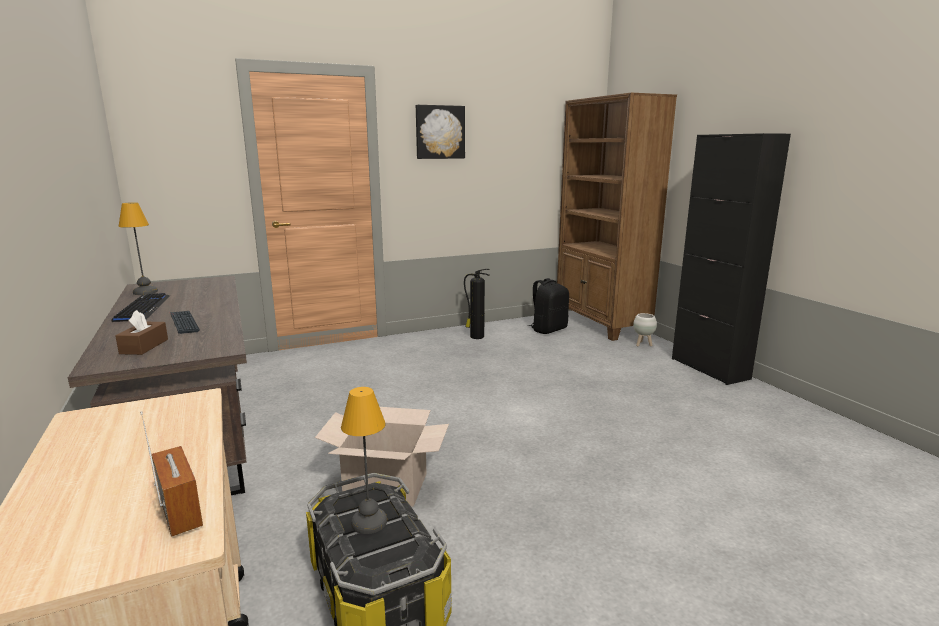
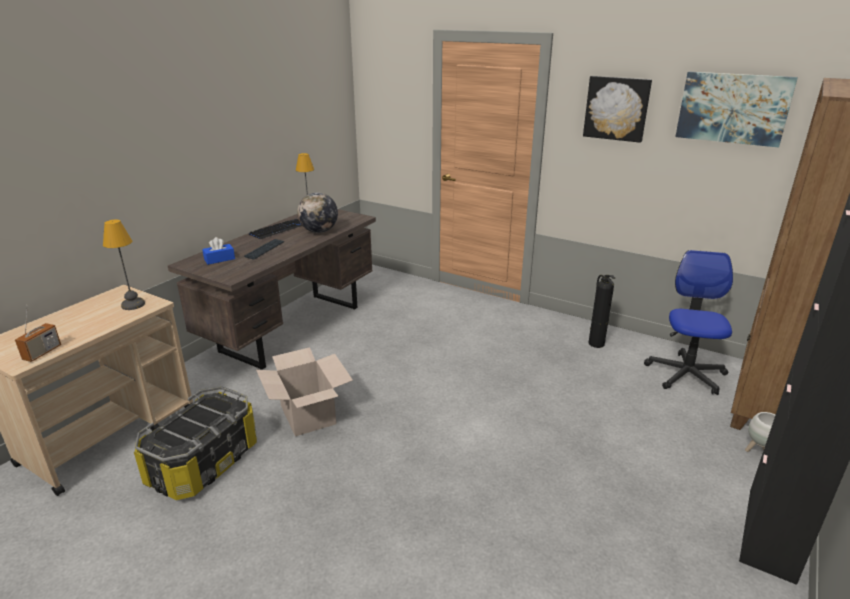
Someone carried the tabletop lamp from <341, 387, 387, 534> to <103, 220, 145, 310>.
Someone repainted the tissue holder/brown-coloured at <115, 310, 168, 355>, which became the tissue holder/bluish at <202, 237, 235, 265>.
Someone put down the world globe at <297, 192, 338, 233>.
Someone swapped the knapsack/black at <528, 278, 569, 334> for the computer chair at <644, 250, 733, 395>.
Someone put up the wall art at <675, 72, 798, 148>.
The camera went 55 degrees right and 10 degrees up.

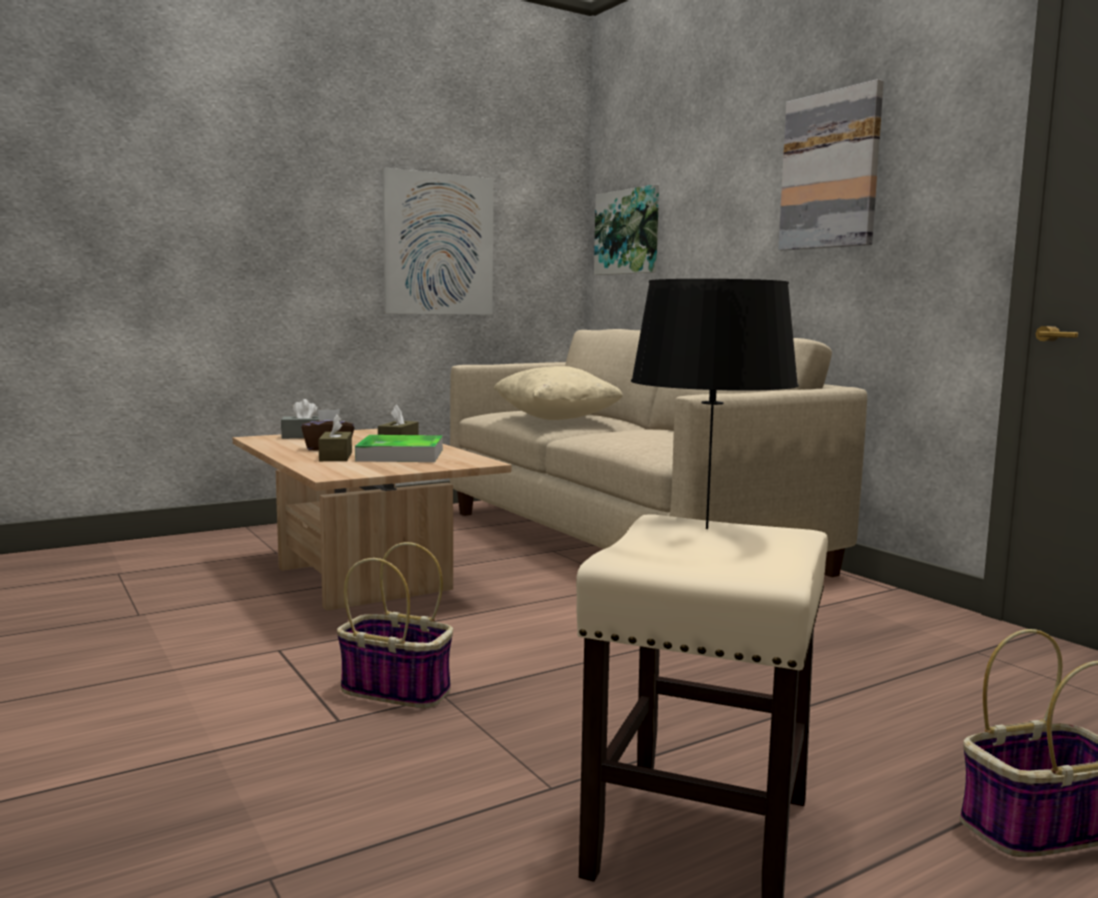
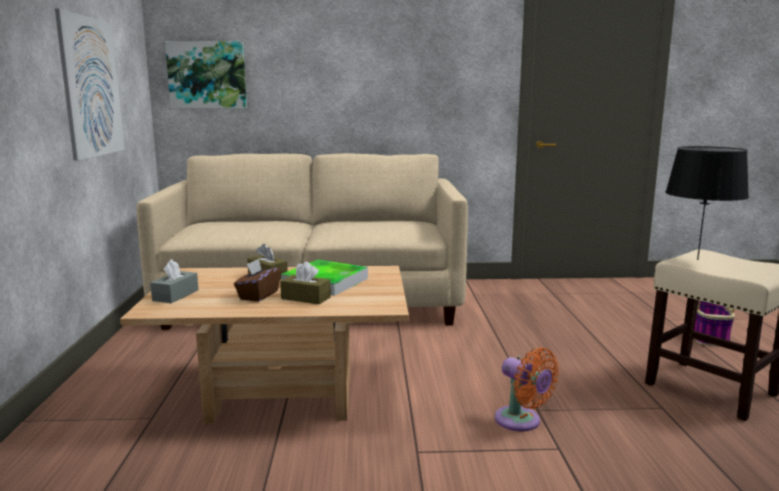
Someone swapped the storage basket at <337, 542, 453, 708> for the electric fan/orange-coloured at <495, 347, 559, 431>.
Someone took away the cushion/beige at <494, 366, 623, 420>.
Someone took away the wall art at <778, 79, 884, 251>.
The camera went 60 degrees left and 5 degrees up.

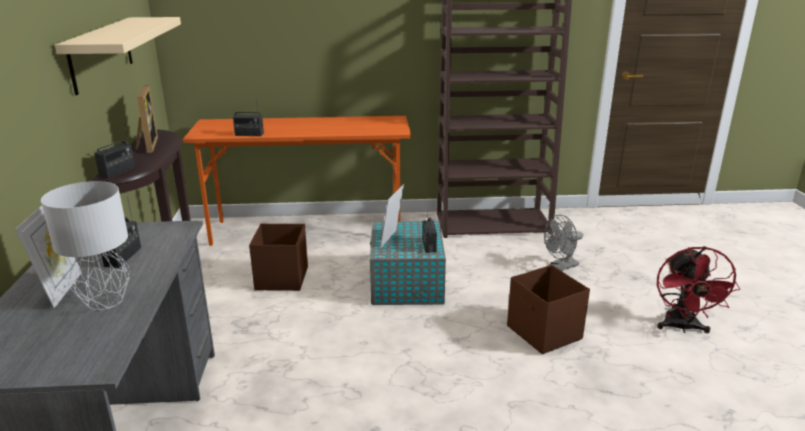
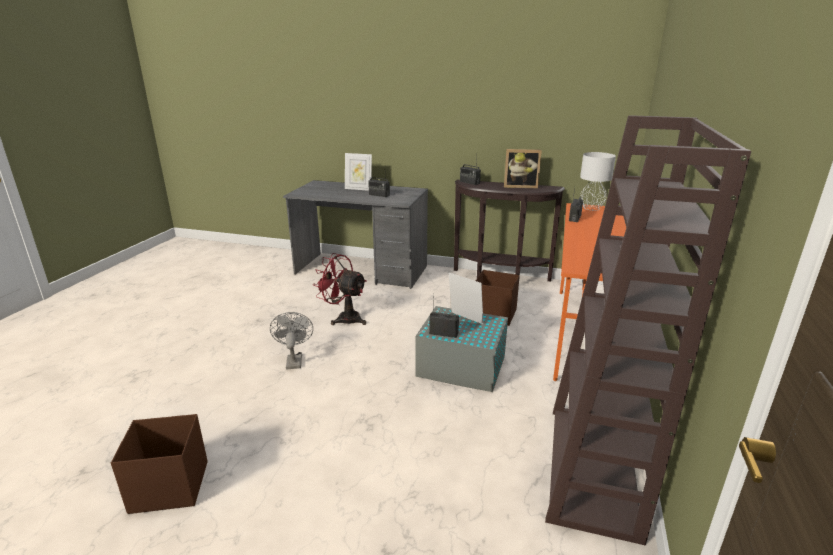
Someone carried the storage box/brown-coloured from <507, 265, 590, 354> to <111, 414, 208, 514>.
Someone carried the electric fan/greyish from <544, 215, 583, 271> to <270, 312, 313, 369>.
Someone carried the electric fan/red-coloured from <657, 246, 740, 333> to <313, 253, 367, 325>.
Someone carried the tabletop lamp/greyish from <41, 181, 130, 310> to <580, 152, 616, 211>.
Someone took away the wall shelf/beige at <55, 17, 181, 95>.
The camera went 110 degrees right and 0 degrees up.

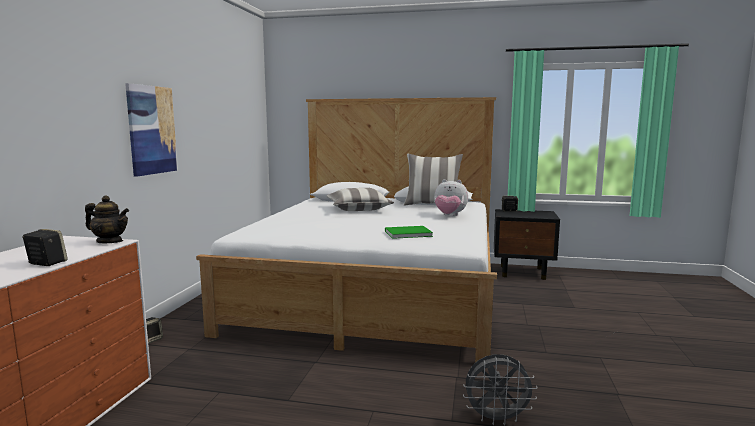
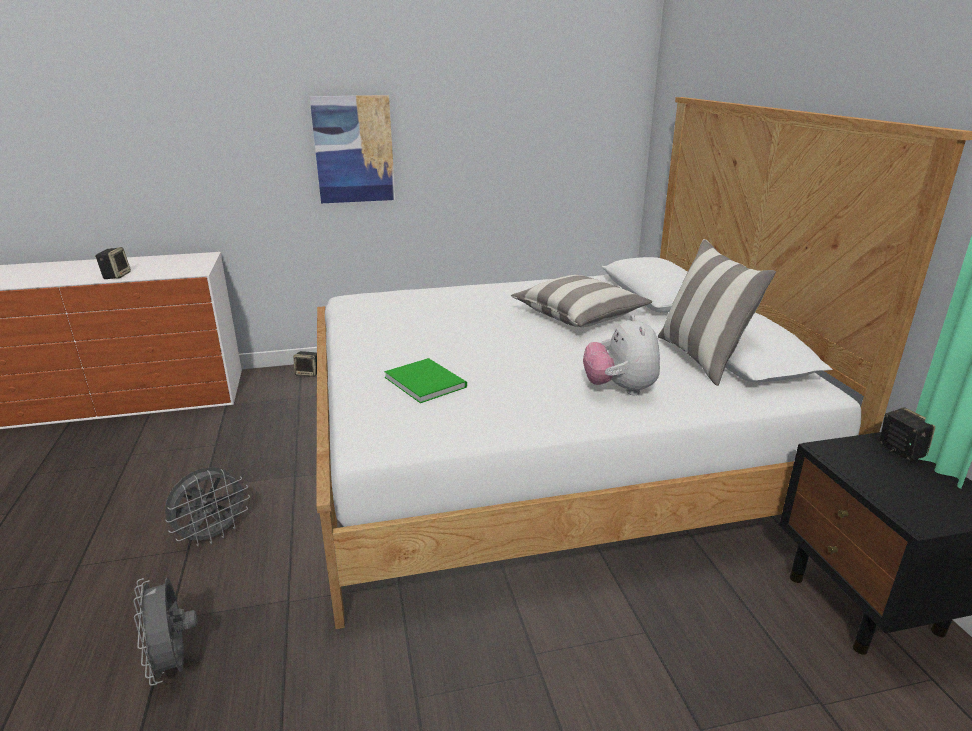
Someone put down the electric fan/greyish at <165, 467, 250, 547>.
Someone took away the teapot at <85, 195, 129, 243>.
The camera went 65 degrees right and 15 degrees up.

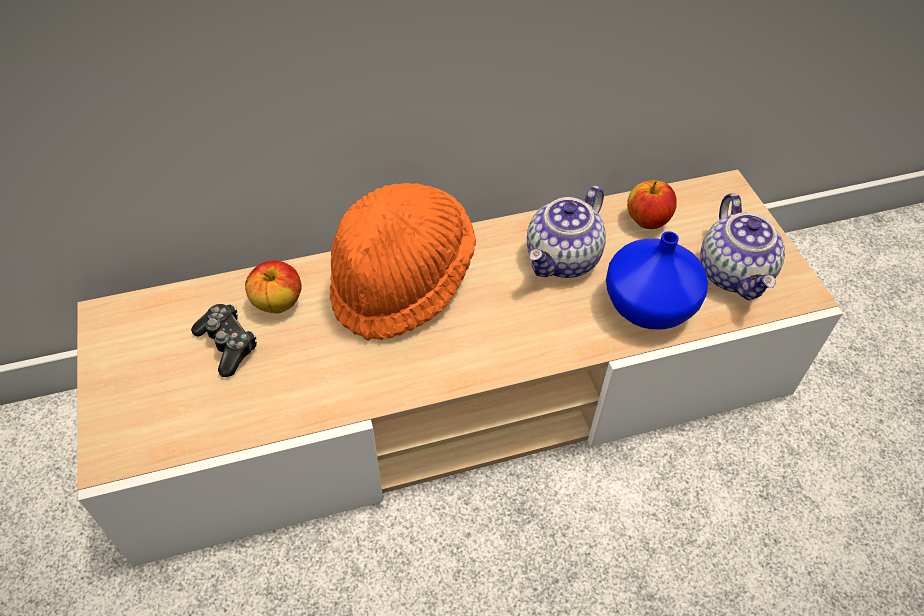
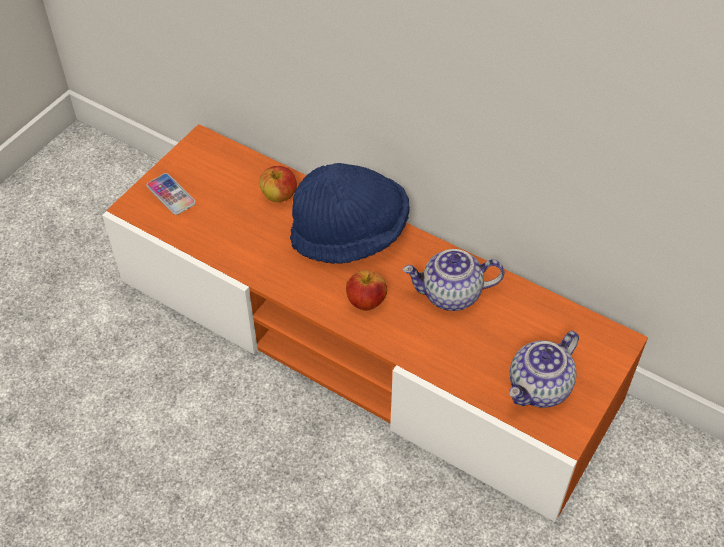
Someone repainted the tv unit/beige at <77, 170, 843, 567>, which became the tv unit/orange-coloured at <102, 124, 648, 522>.
Someone put down the handset at <146, 173, 196, 215>.
Someone repainted the hat/orange-coloured at <330, 183, 476, 341>, which became the hat/bluish at <290, 163, 410, 264>.
Someone carried the whole apple from <627, 180, 677, 229> to <346, 270, 387, 311>.
Someone took away the gamepad at <191, 304, 257, 377>.
Someone took away the flower vase/bluish at <606, 231, 708, 329>.
The camera went 50 degrees right and 0 degrees up.

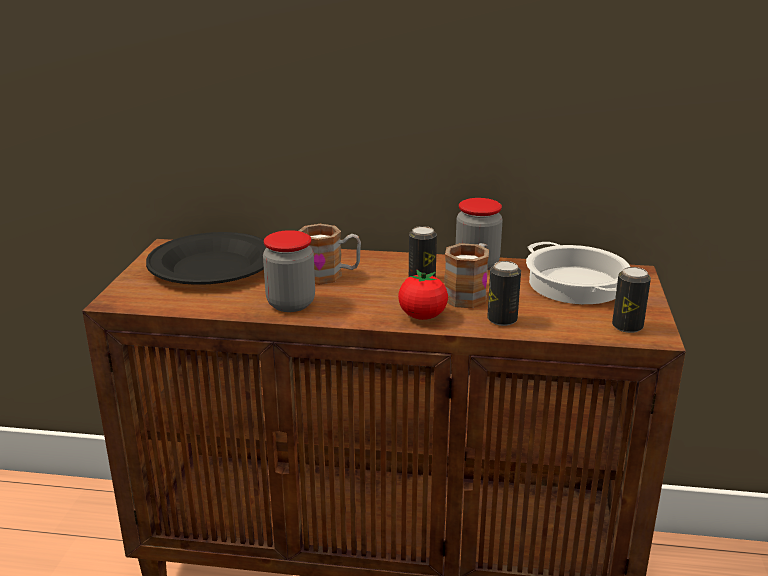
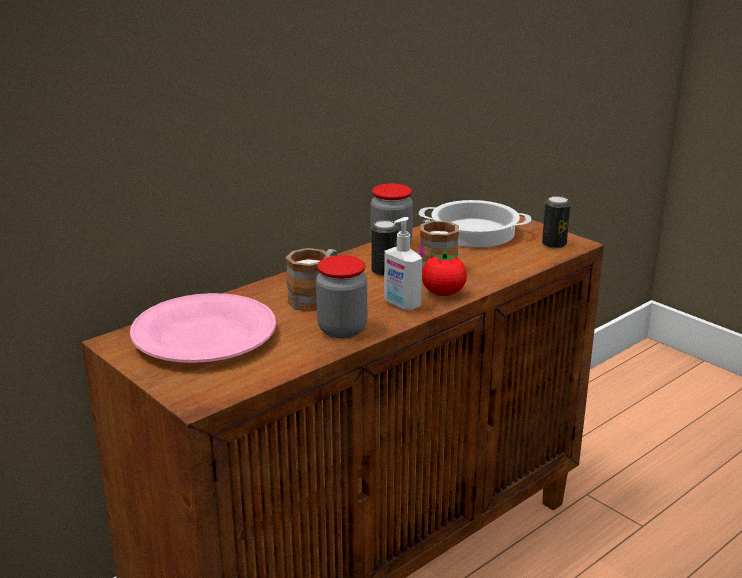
Someone repainted the flat dish/black at <146, 232, 267, 285>, which became the flat dish/pink-coloured at <130, 293, 276, 363>.
Someone put down the liquid soap bottle at <384, 217, 422, 311>.
Someone took away the can at <487, 261, 521, 326>.
The camera went 50 degrees left and 0 degrees up.

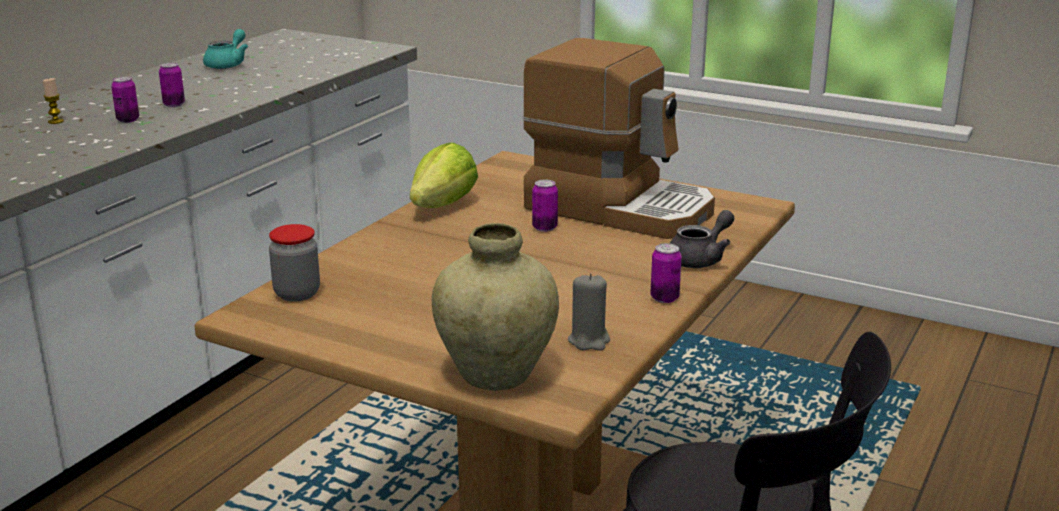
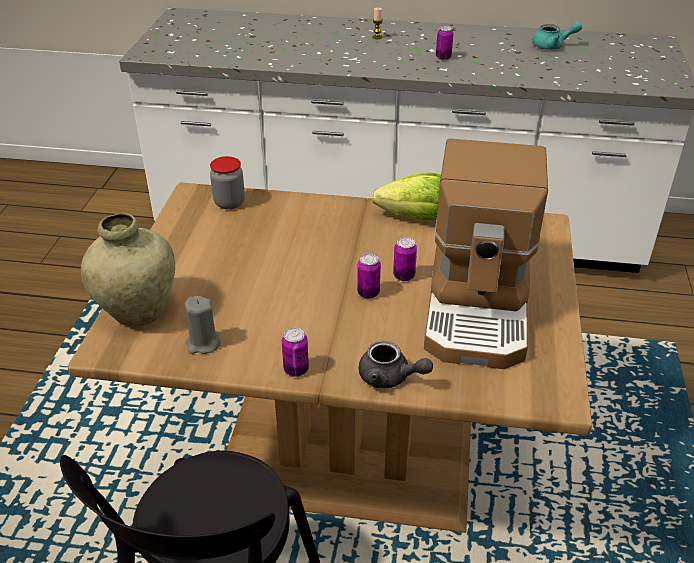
Someone carried the can from <111, 76, 139, 123> to <357, 254, 381, 299>.
The camera went 70 degrees right and 15 degrees up.

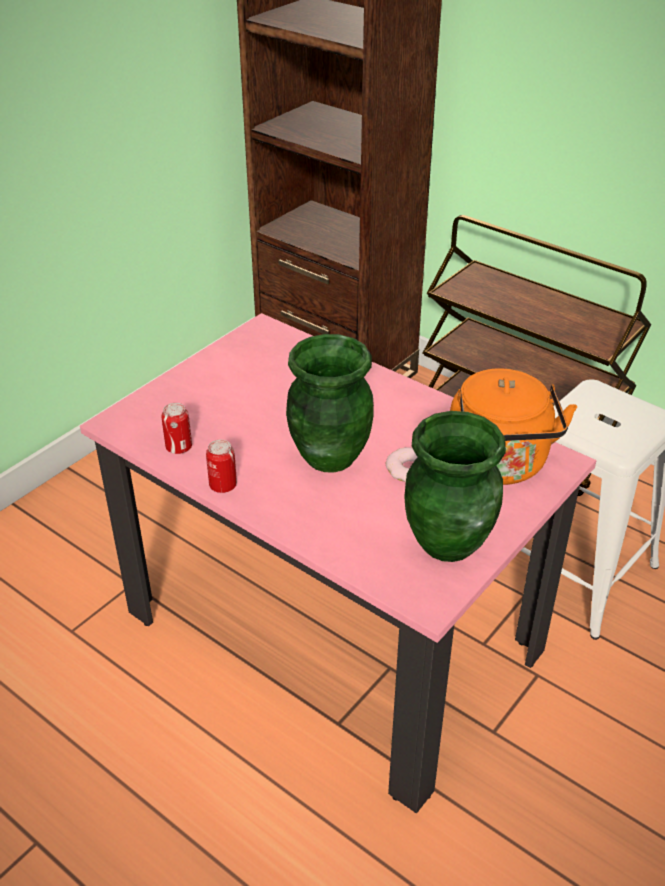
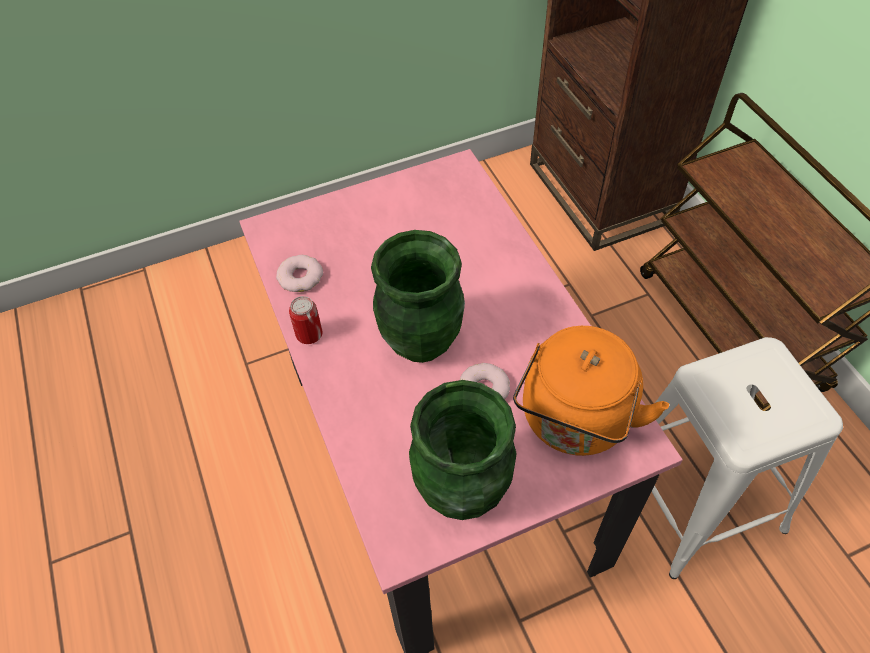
Someone swapped the can at <161, 403, 192, 454> for the donut at <276, 255, 323, 292>.
The camera went 30 degrees right and 15 degrees up.

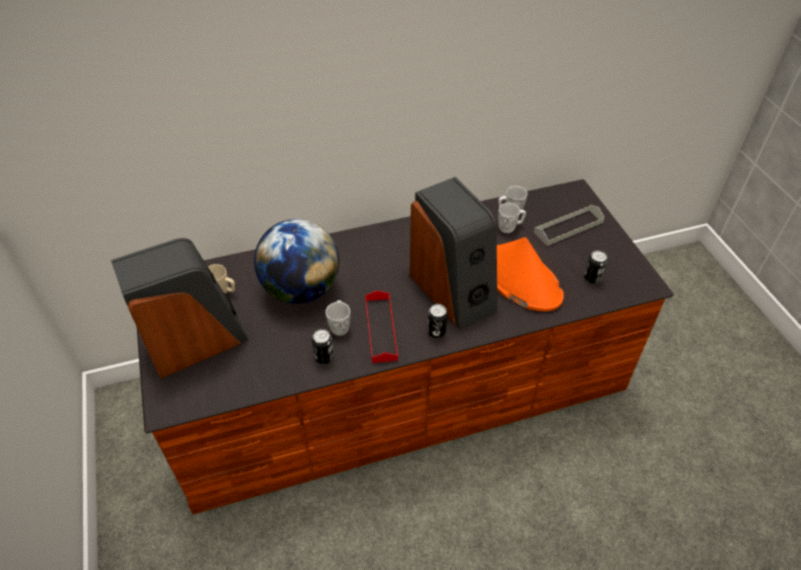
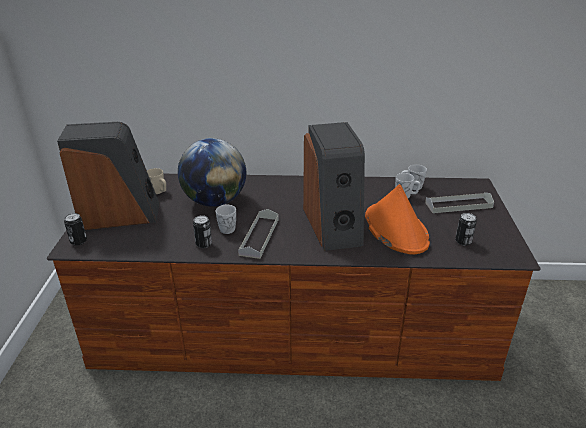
Someone carried the can from <427, 304, 448, 338> to <64, 213, 87, 246>.
Someone repainted the serving tray/red-coloured at <365, 290, 398, 363>, which became the serving tray/greyish at <238, 209, 279, 259>.
The camera went 20 degrees right and 15 degrees down.

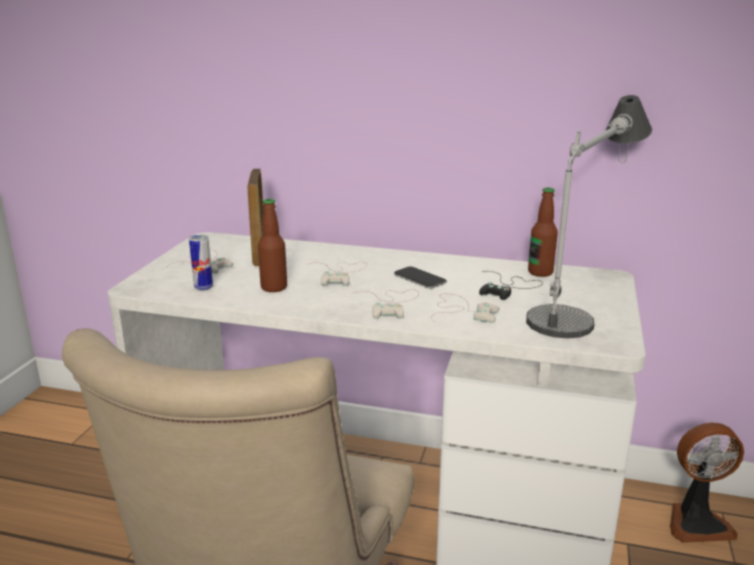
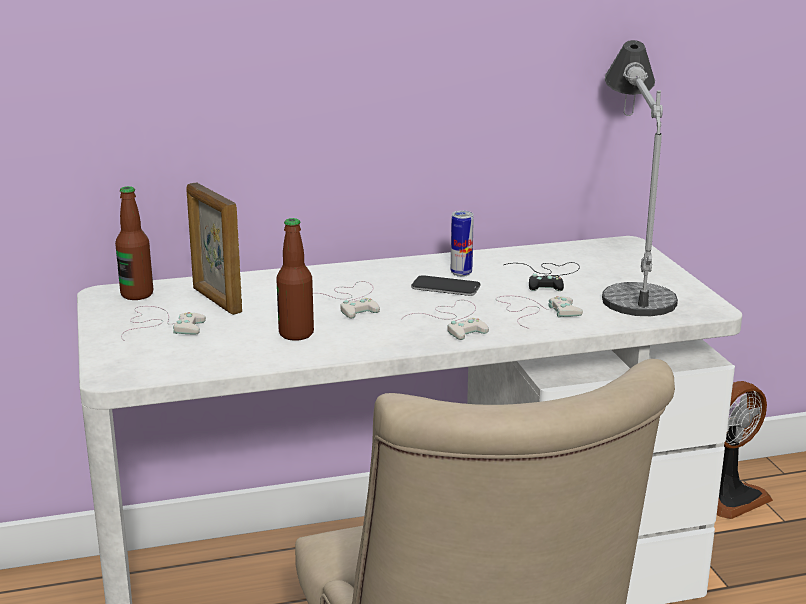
Someone carried the drink bottle from <528, 187, 558, 277> to <115, 186, 153, 300>.
Someone carried the can from <189, 234, 213, 291> to <451, 211, 474, 277>.
The camera went 30 degrees left and 0 degrees up.

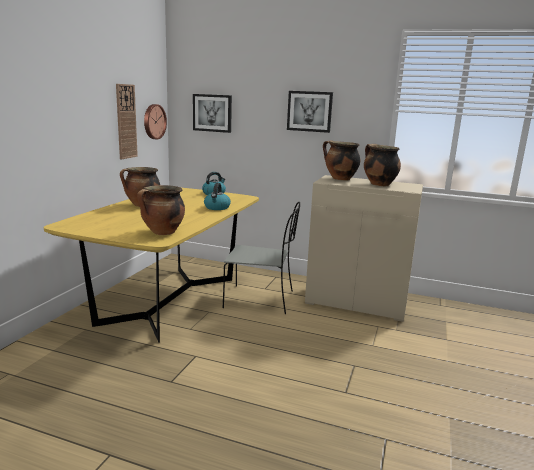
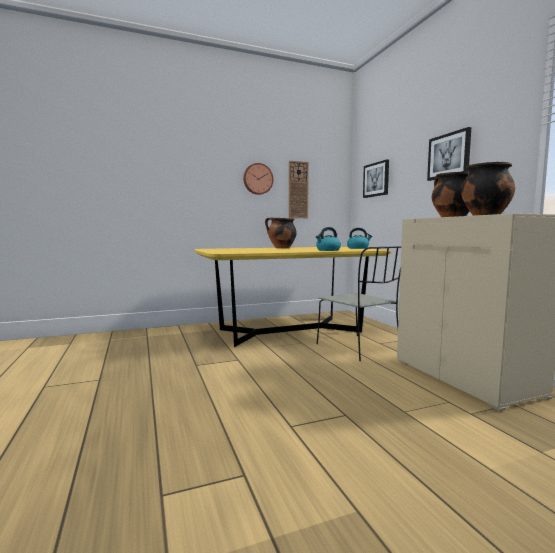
Someone carried the clock on the wall from <144, 104, 167, 139> to <243, 163, 273, 195>.
Someone took away the cooking pot at <137, 185, 185, 235>.
The camera went 50 degrees right and 10 degrees down.

